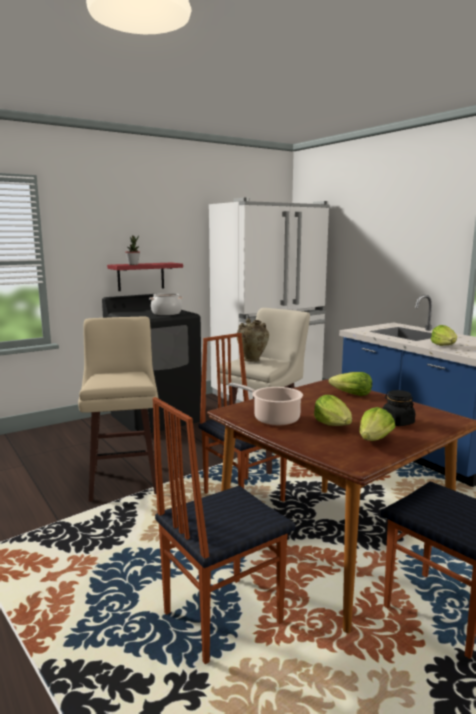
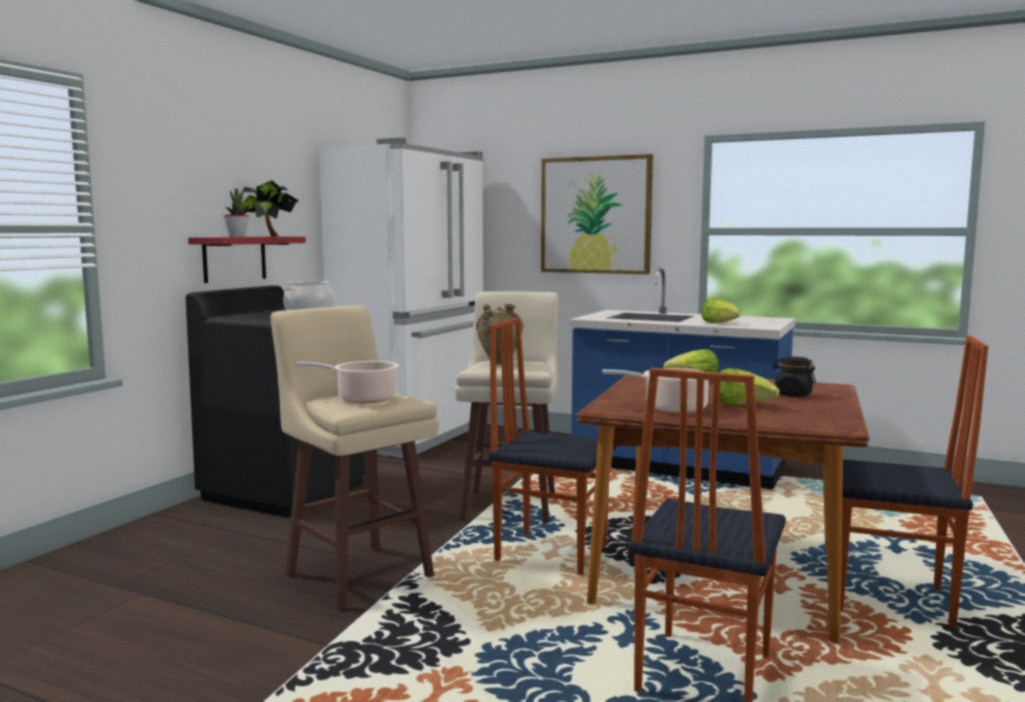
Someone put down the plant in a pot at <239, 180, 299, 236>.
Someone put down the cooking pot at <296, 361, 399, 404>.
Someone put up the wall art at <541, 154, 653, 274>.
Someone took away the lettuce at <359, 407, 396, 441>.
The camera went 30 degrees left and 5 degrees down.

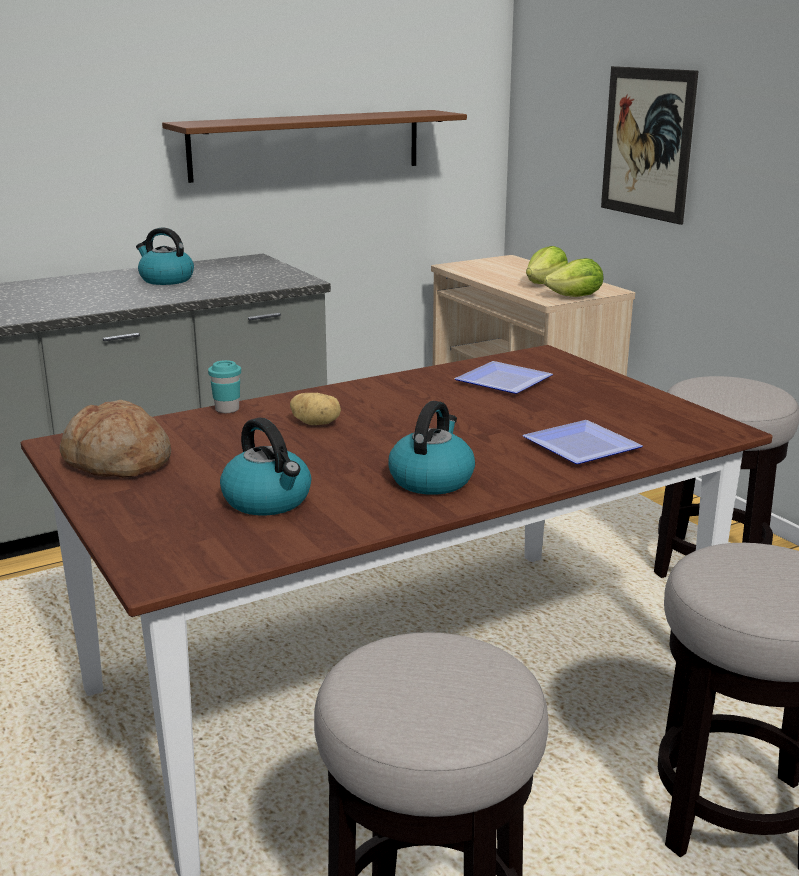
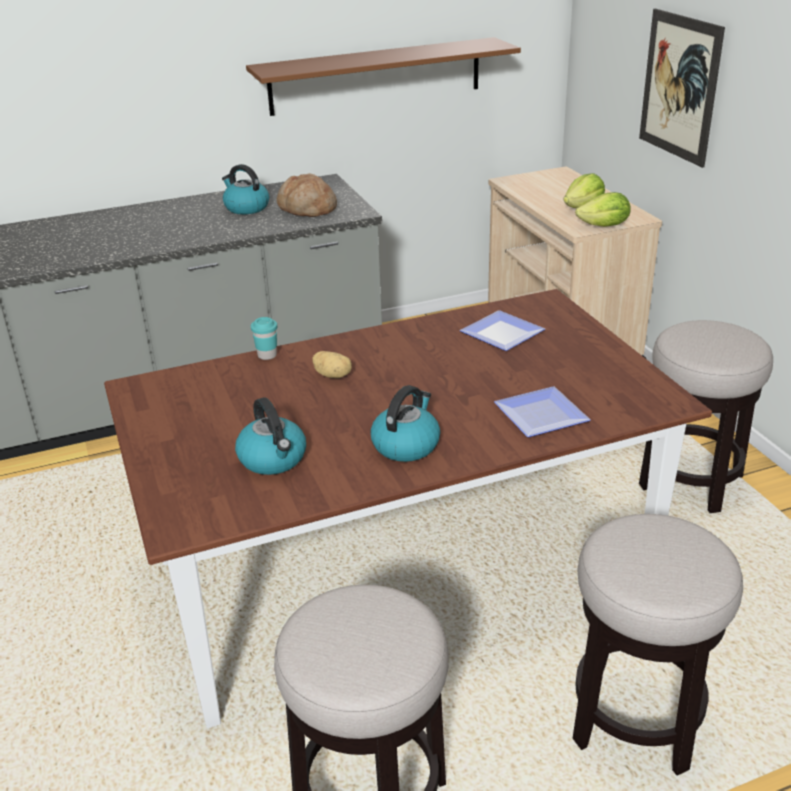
Someone carried the bread from <60, 400, 171, 478> to <277, 173, 337, 217>.
The camera went 10 degrees right and 10 degrees up.

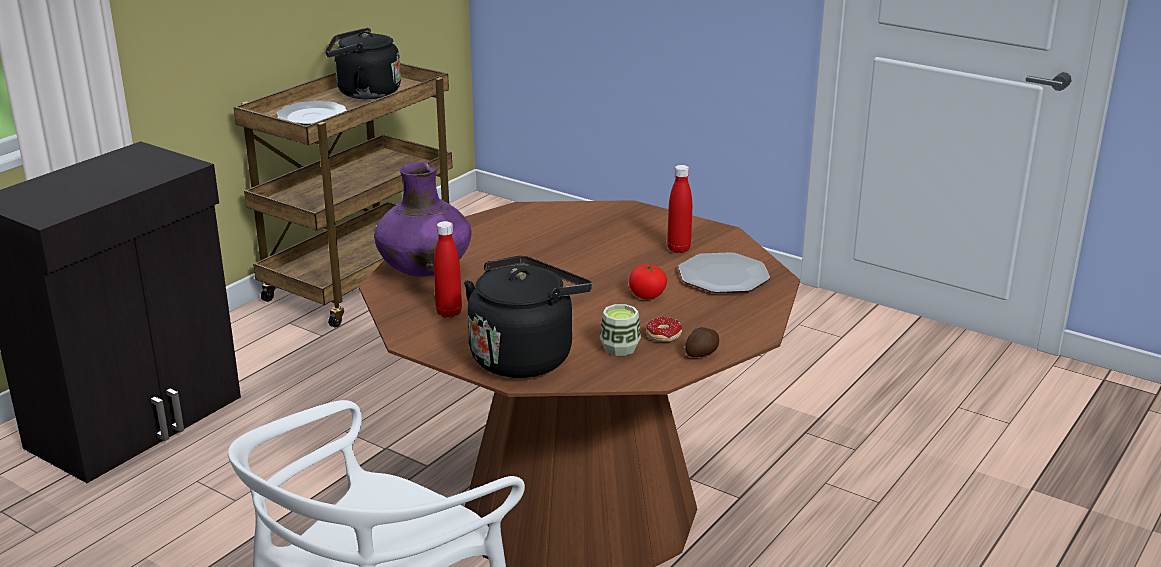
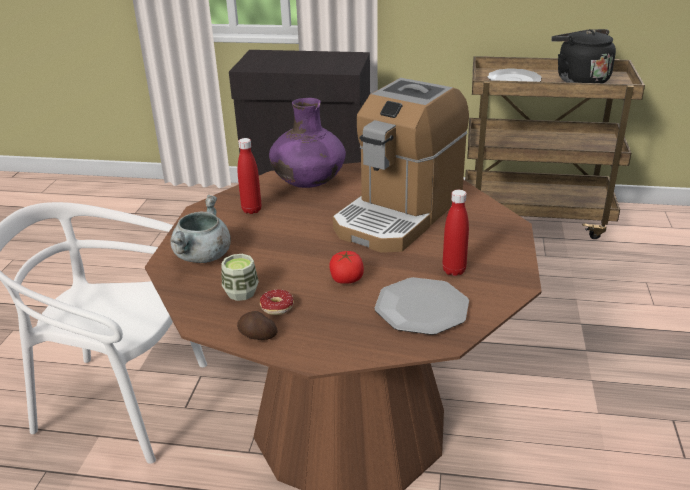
Someone swapped the kettle/black at <464, 256, 592, 378> for the cooking pot/greyish at <170, 195, 231, 263>.
Someone put down the coffee machine at <333, 78, 469, 253>.
The camera went 65 degrees right and 5 degrees up.

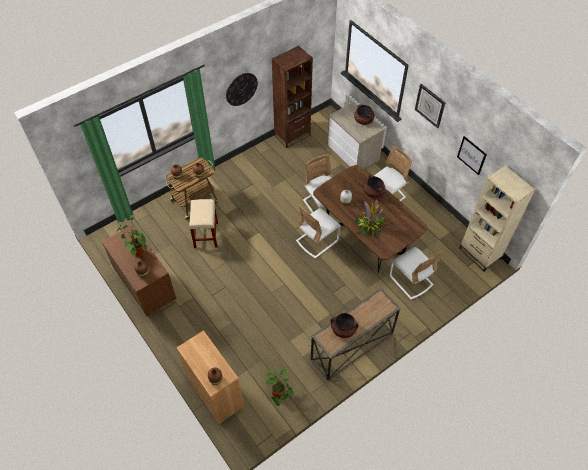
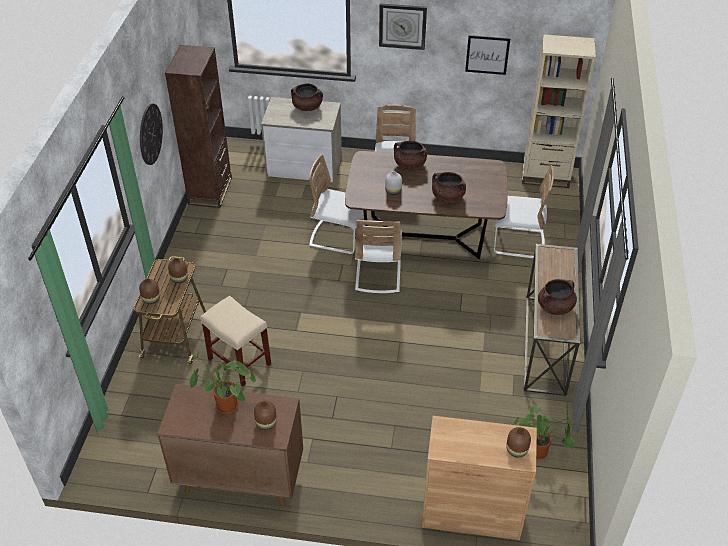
Someone swapped the plant in a pot at <355, 199, 385, 237> for the cooking pot/brown-coloured at <432, 172, 466, 203>.
The camera went 45 degrees left and 10 degrees down.

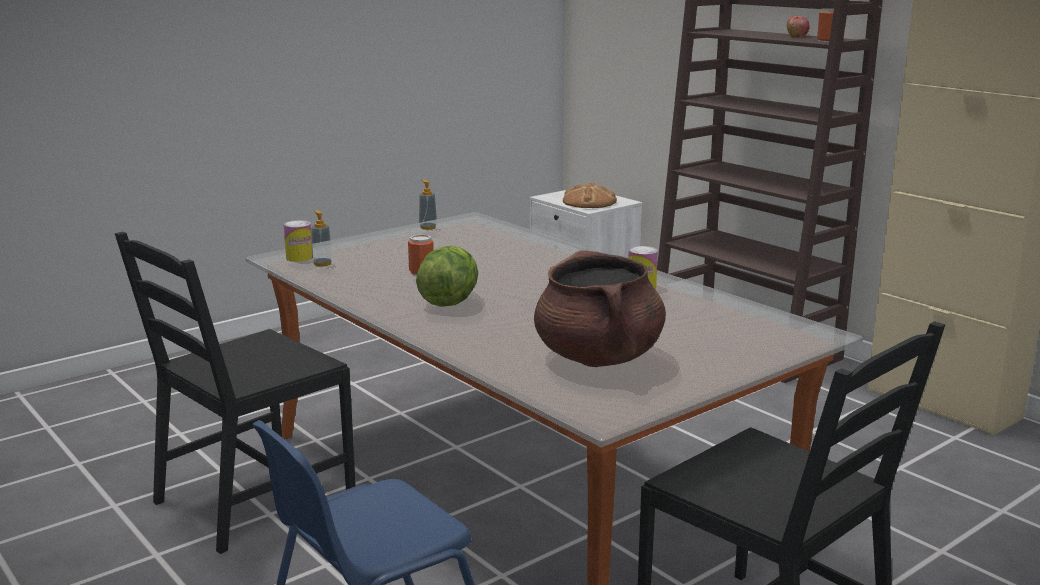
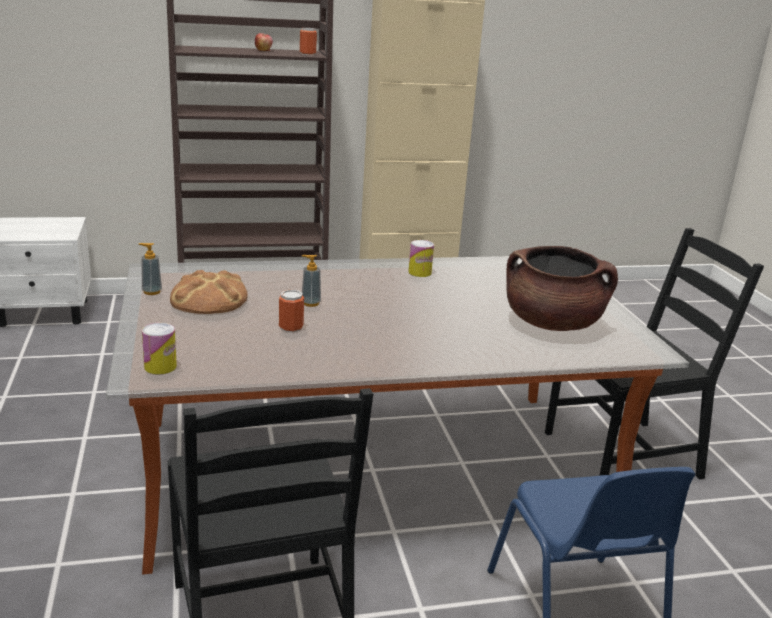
Someone carried the bread from <563, 182, 617, 208> to <170, 270, 248, 314>.
Someone carried the liquid soap bottle from <311, 210, 333, 266> to <302, 255, 321, 307>.
Someone took away the lettuce at <416, 246, 478, 307>.
The camera went 65 degrees left and 5 degrees up.

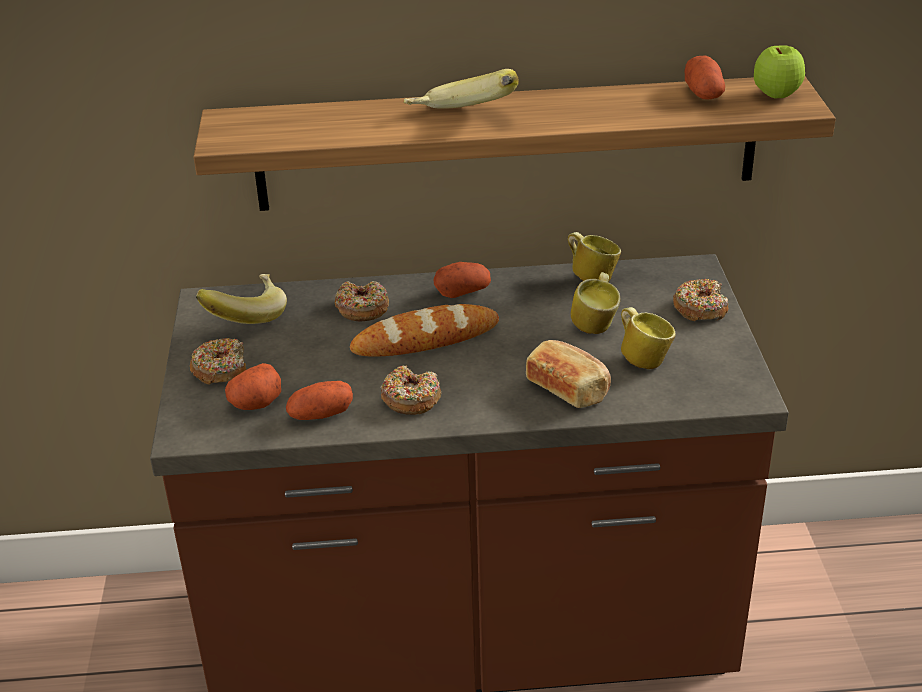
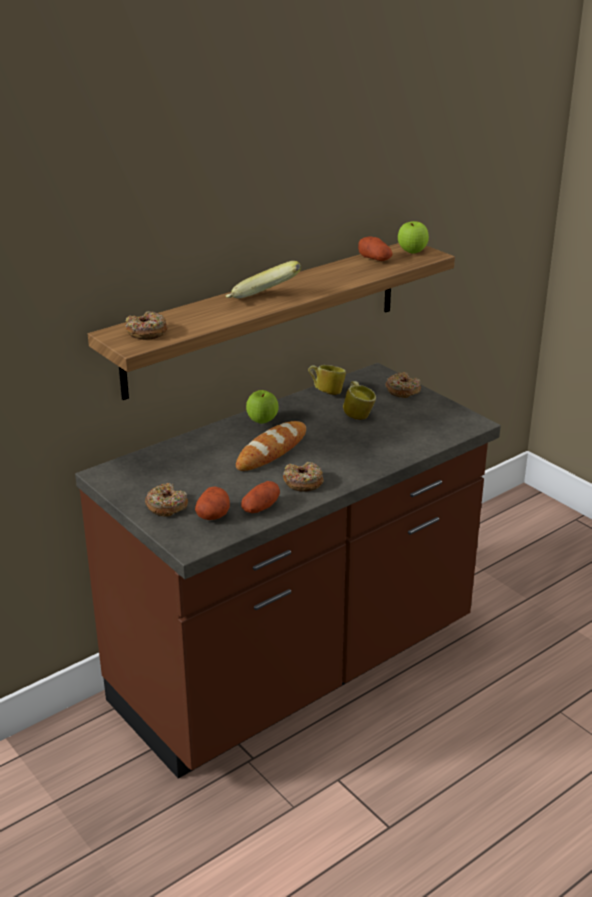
Someone carried the donut from <335, 281, 389, 322> to <125, 311, 168, 340>.
Someone swapped the potato at <433, 262, 491, 298> for the whole apple at <246, 390, 279, 424>.
Someone took away the whole banana at <196, 274, 287, 324>.
Someone took away the bread at <526, 340, 611, 408>.
Someone took away the coffee mug at <621, 307, 675, 369>.
The camera went 35 degrees left and 5 degrees down.

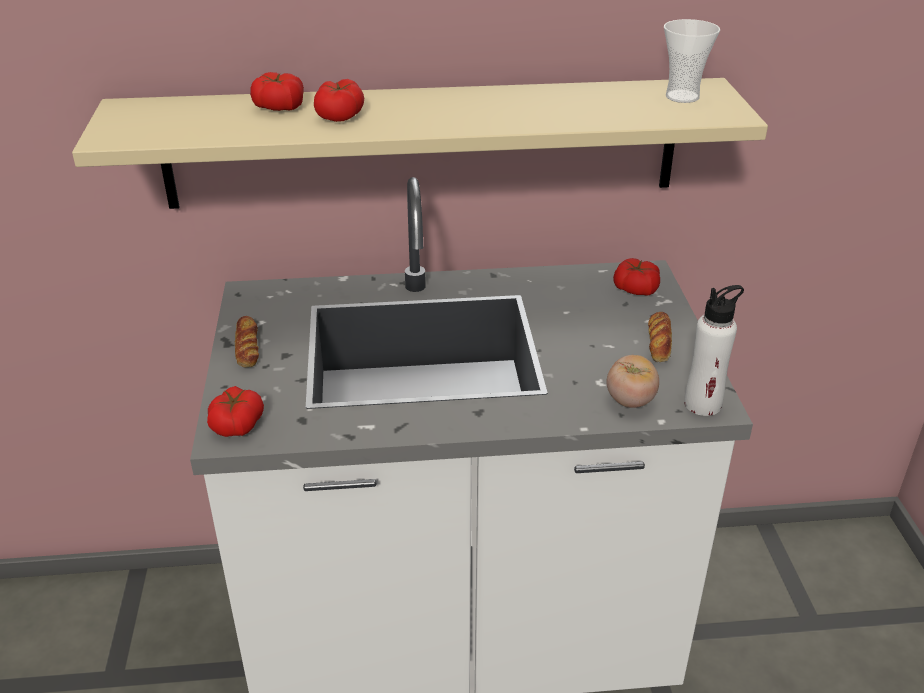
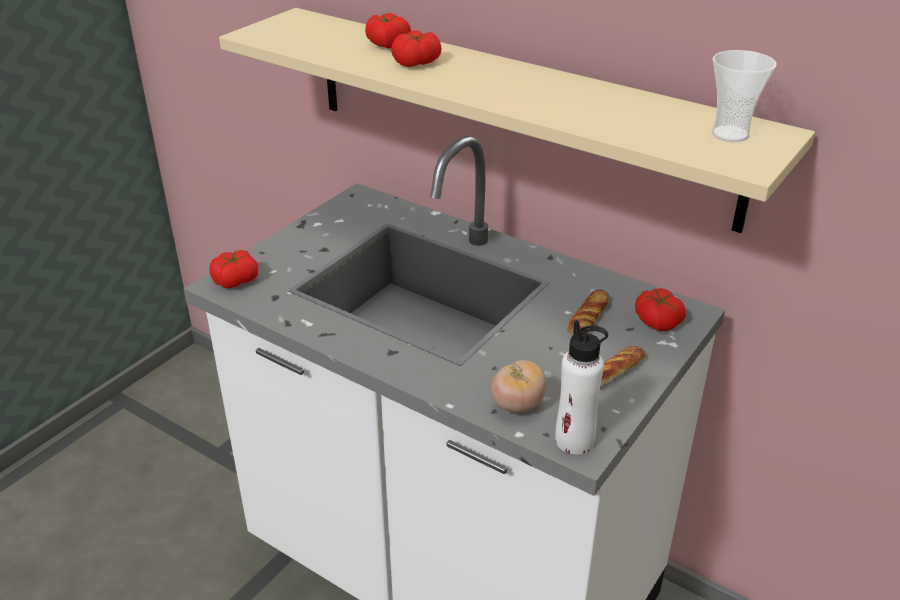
Someone carried the bread from <235, 316, 259, 367> to <567, 289, 609, 335>.
The camera went 40 degrees right and 0 degrees up.

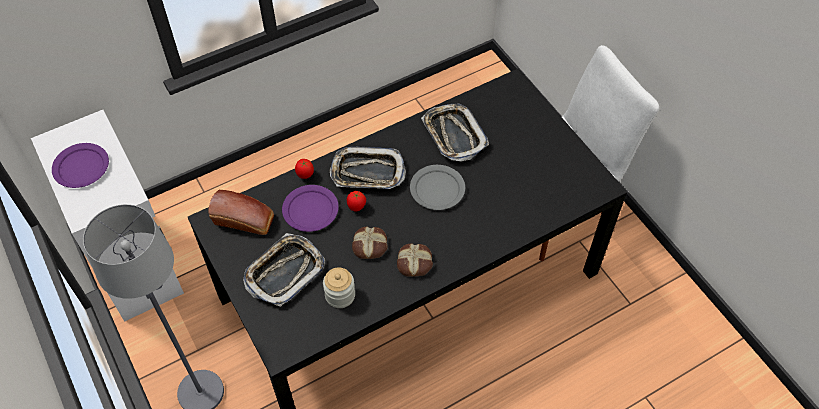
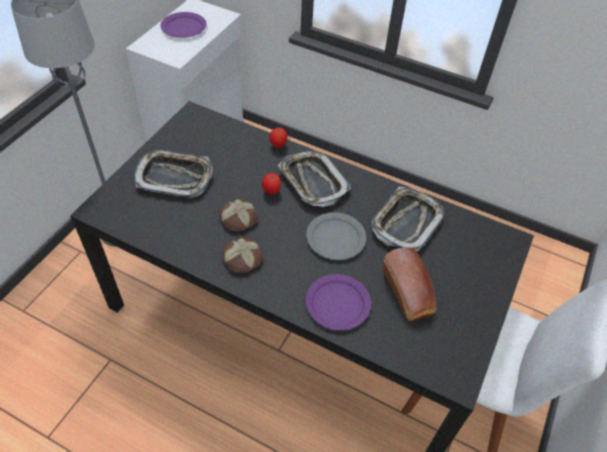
Someone carried the flat dish/purple from <282, 185, 339, 232> to <306, 274, 371, 330>.
Someone carried the bread from <208, 190, 274, 235> to <383, 247, 437, 321>.
Someone took away the preserve jar at <323, 267, 355, 308>.
The camera went 55 degrees right and 5 degrees down.

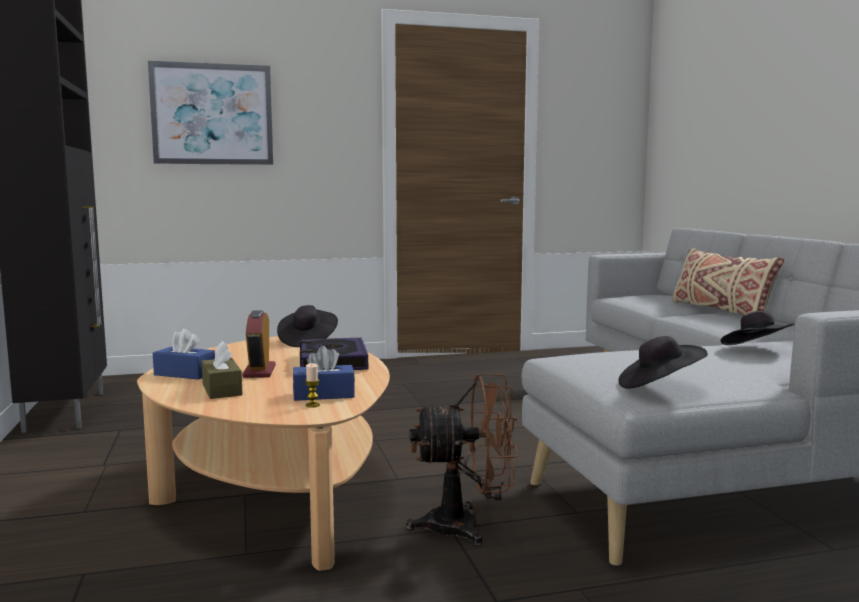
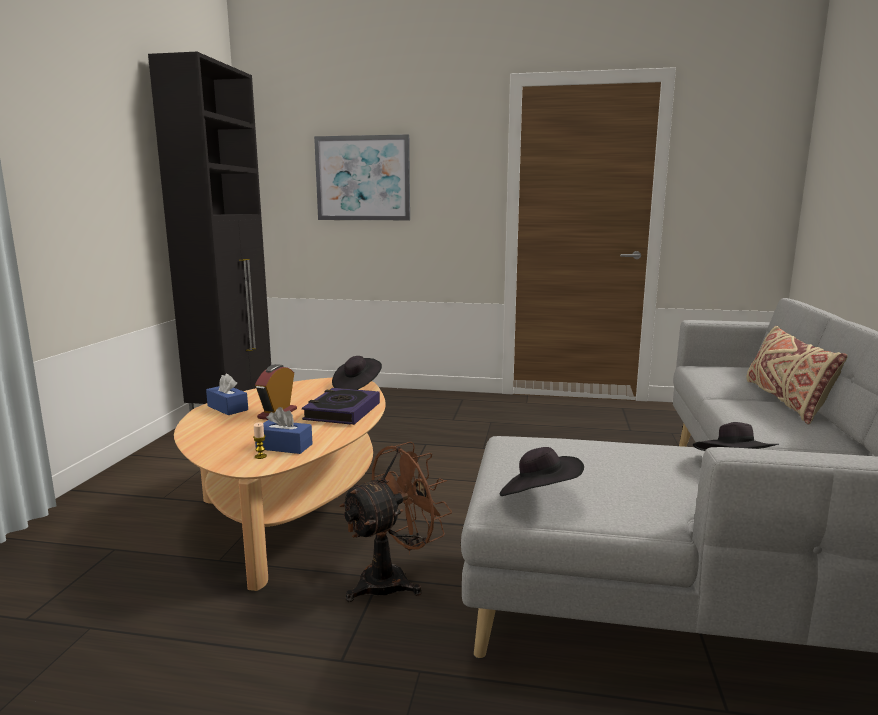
Someone rotated the electric fan/brown-coloured at <405, 374, 518, 547> by 60 degrees counterclockwise.
Someone took away the tissue holder/brown-coloured at <202, 341, 243, 399>.
The camera went 25 degrees right and 5 degrees up.

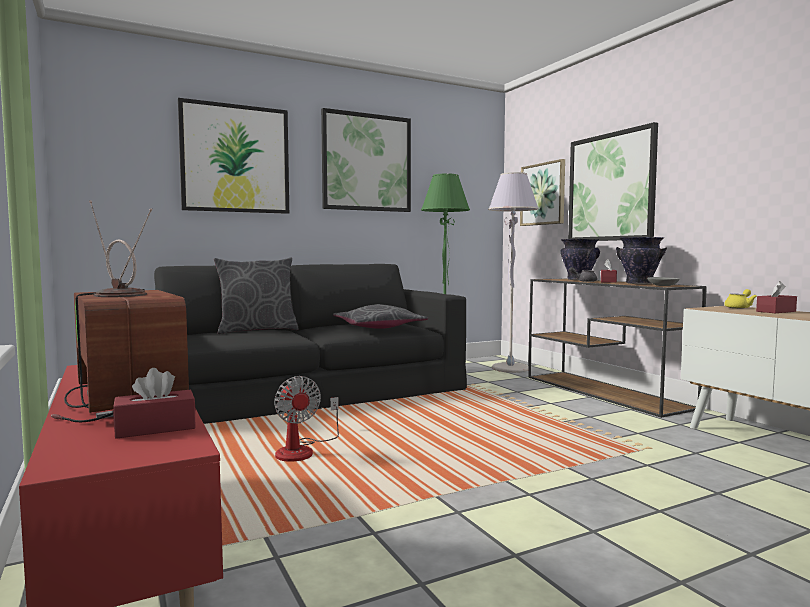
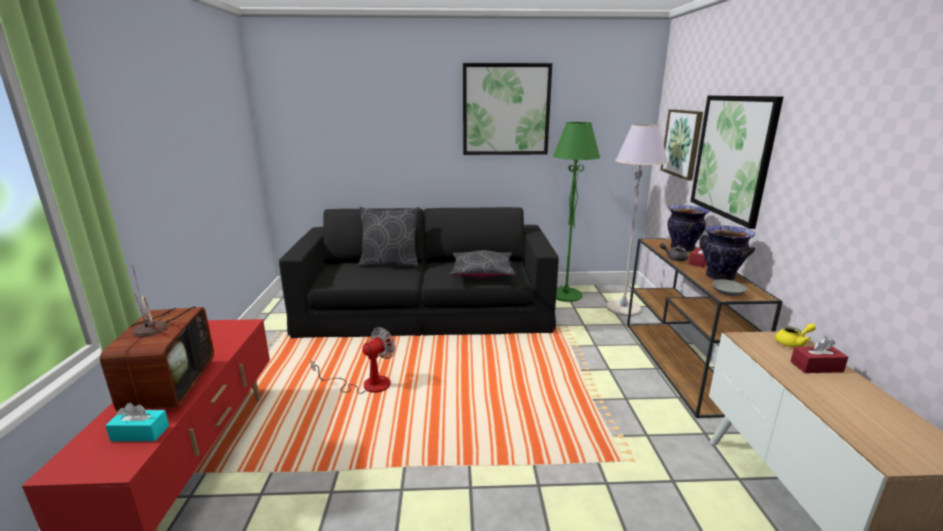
Someone repainted the tissue holder/red-coloured at <113, 368, 196, 439>, which became the tissue holder/blue-green at <105, 403, 169, 441>.
Someone rotated the electric fan at <274, 376, 339, 462> by 135 degrees counterclockwise.
Someone took away the wall art at <178, 98, 289, 214>.
The camera went 25 degrees right and 15 degrees up.

